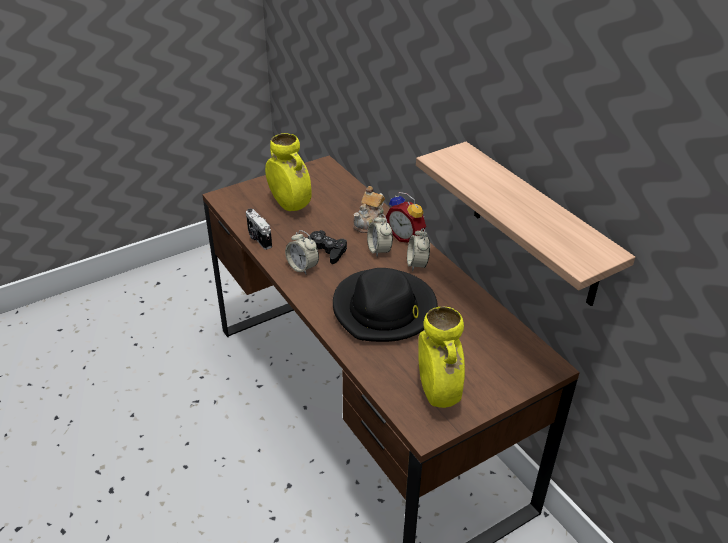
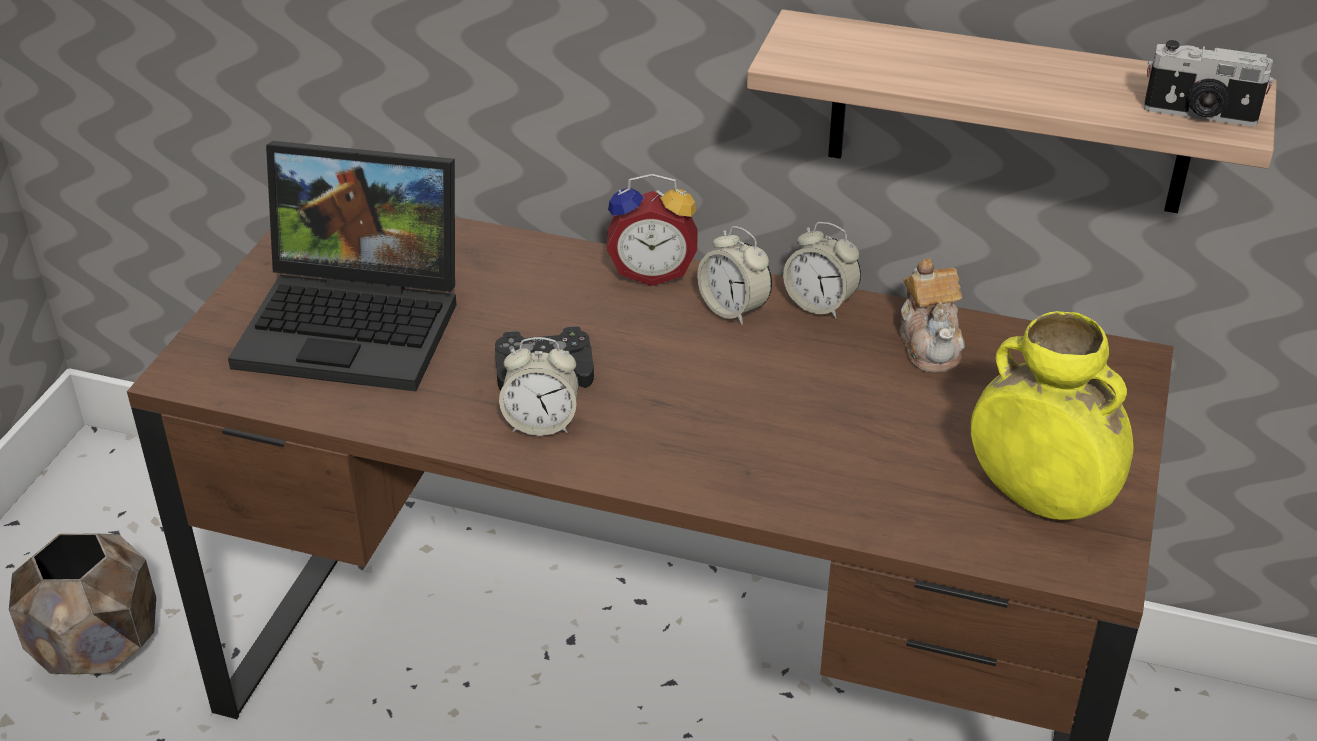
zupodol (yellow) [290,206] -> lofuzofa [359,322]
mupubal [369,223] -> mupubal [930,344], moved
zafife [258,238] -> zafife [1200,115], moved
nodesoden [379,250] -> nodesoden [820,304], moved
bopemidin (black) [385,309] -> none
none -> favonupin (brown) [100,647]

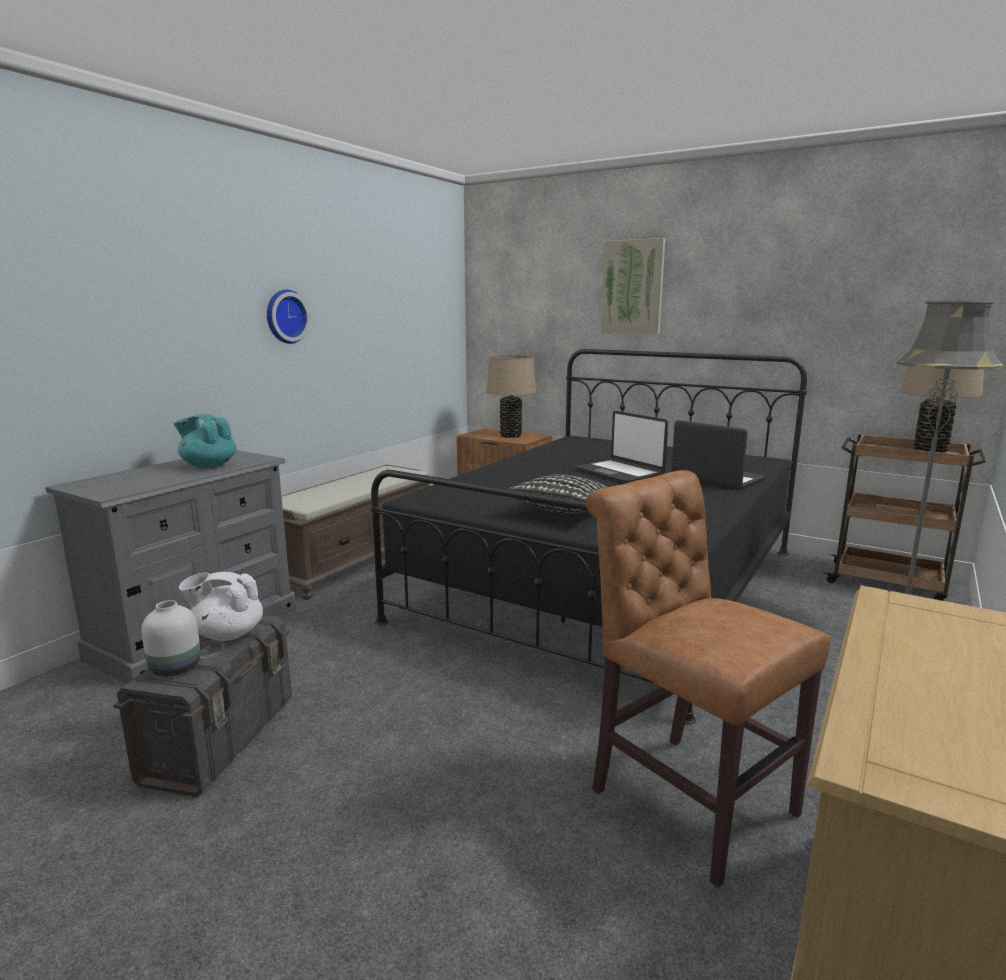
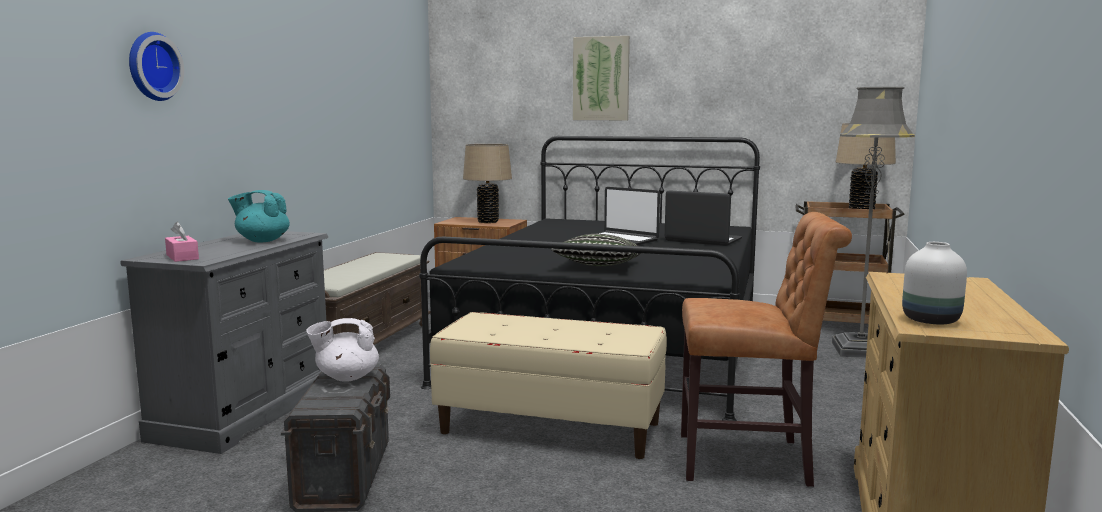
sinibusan [285,316] -> sinibusan [151,66], moved
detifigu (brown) [684,796] -> detifigu (brown) [751,461], 150 degrees clockwise
zupodol (white) [174,668] -> zupodol (white) [929,321], moved
none -> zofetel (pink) [182,257]
none -> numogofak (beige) [551,427]

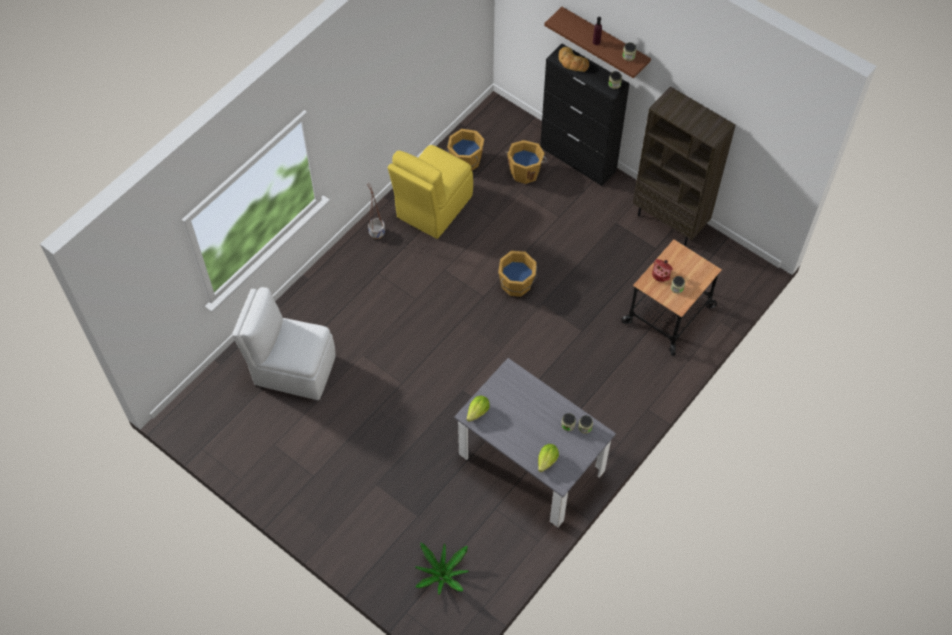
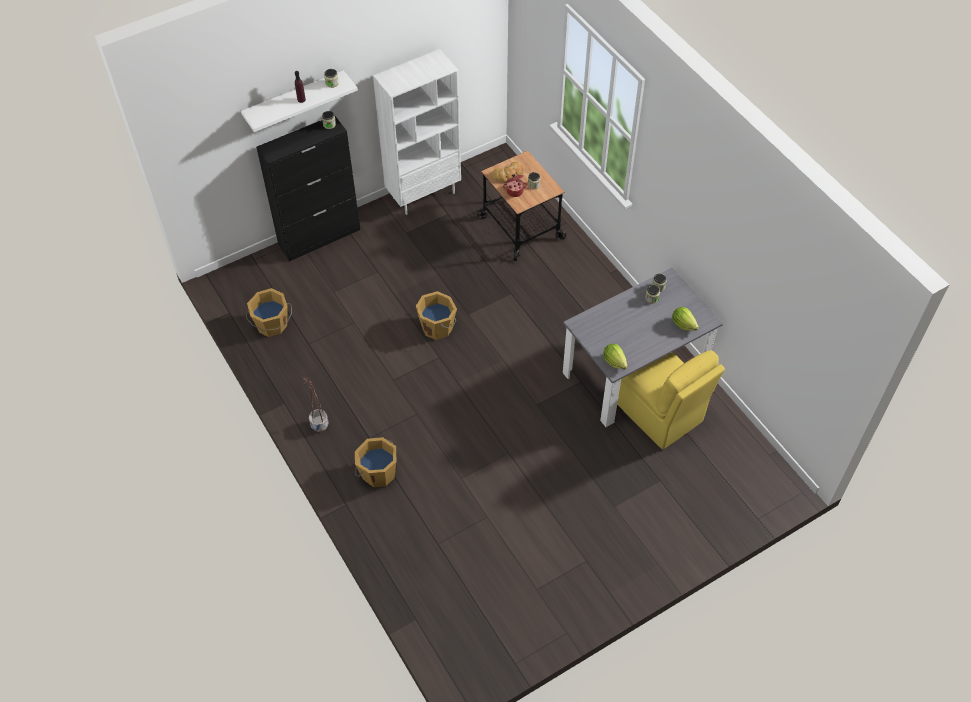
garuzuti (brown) [604,41] -> garuzuti (white) [294,101]
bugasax [572,62] -> bugasax [509,175], moved
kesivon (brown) [670,221] -> kesivon (white) [424,194]
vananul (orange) [525,171] -> vananul (orange) [378,472], moved
detifigu (yellow) [433,208] -> detifigu (yellow) [660,413], moved
detifigu (white) [292,369] -> none
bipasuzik [442,574] -> none

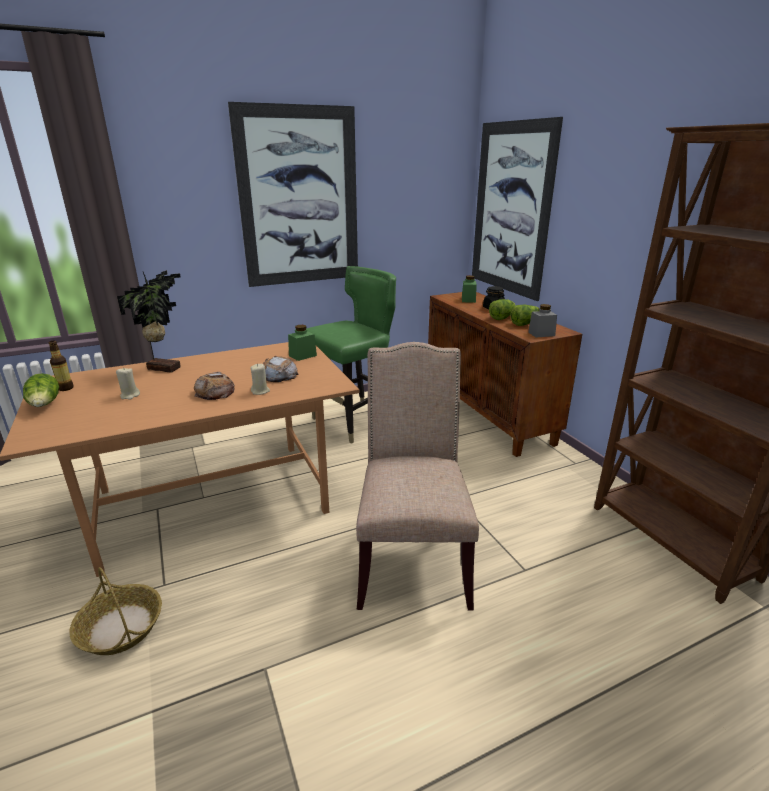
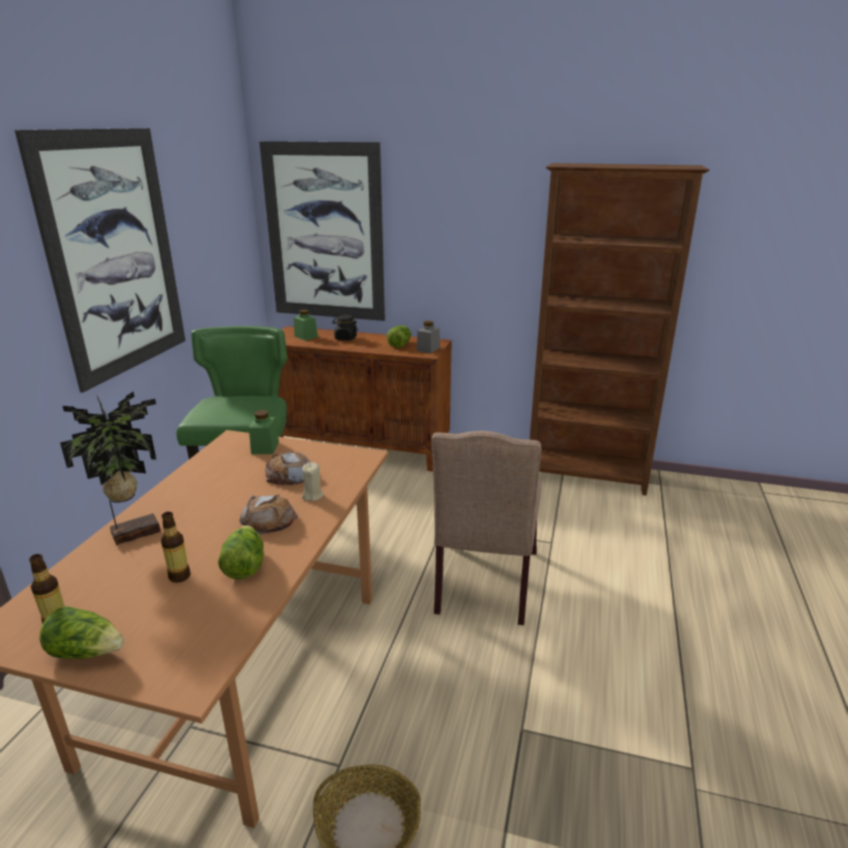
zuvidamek [502,317] -> zuvidamek [244,565], moved
detifigu (beige) [411,558] -> detifigu (beige) [483,585], 120 degrees counterclockwise
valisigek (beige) [130,395] -> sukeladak [179,576]

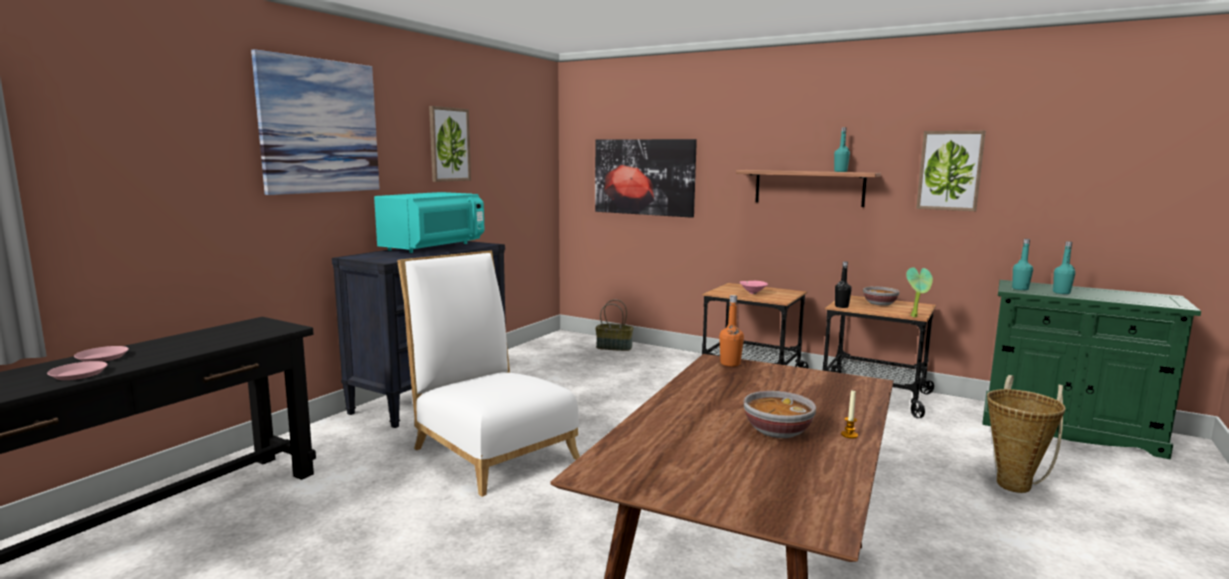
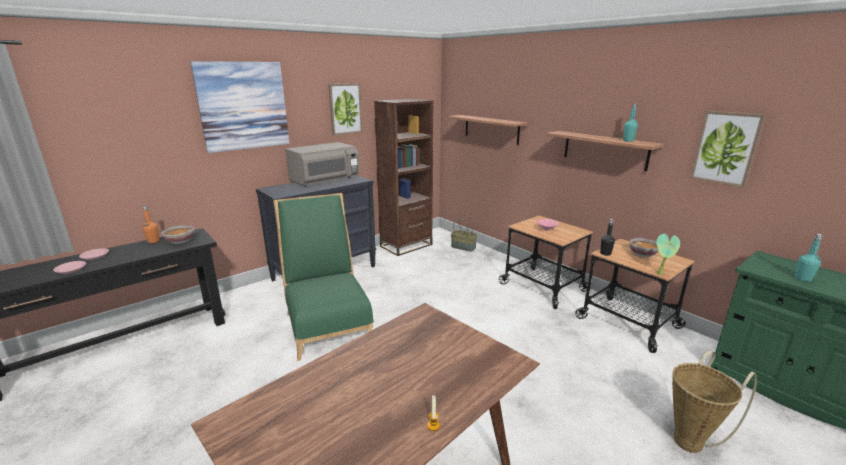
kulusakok [644,177] -> garuzuti [491,129]
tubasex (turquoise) [433,247] -> tubasex (grey) [325,181]
sukeladak (turquoise) [1020,289] -> none
detifigu (white) [490,449] -> detifigu (green) [327,323]
sukeladak (orange) [730,363] -> sukeladak (orange) [153,241], moved
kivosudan [777,431] -> kivosudan [180,241], moved
none -> kesivon (brown) [406,245]

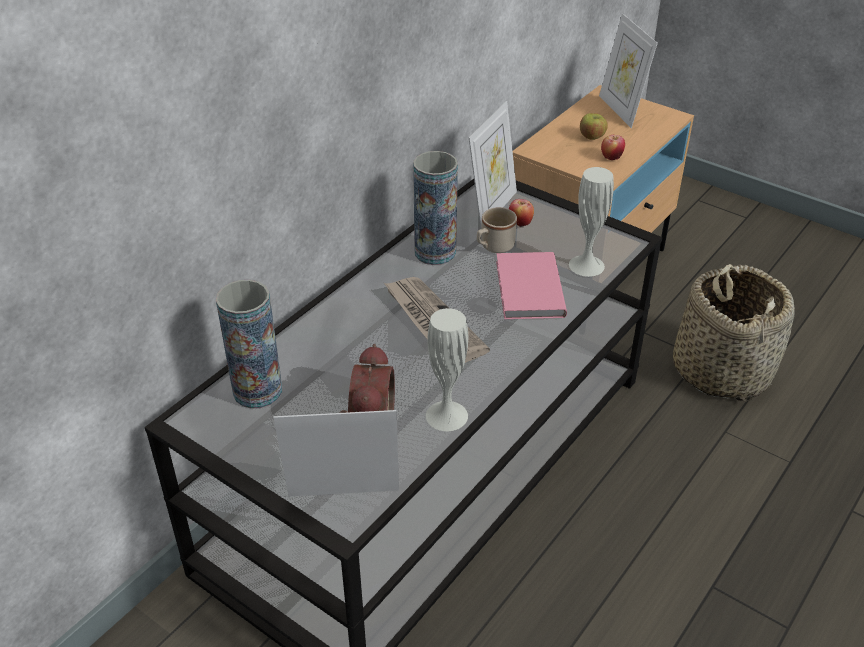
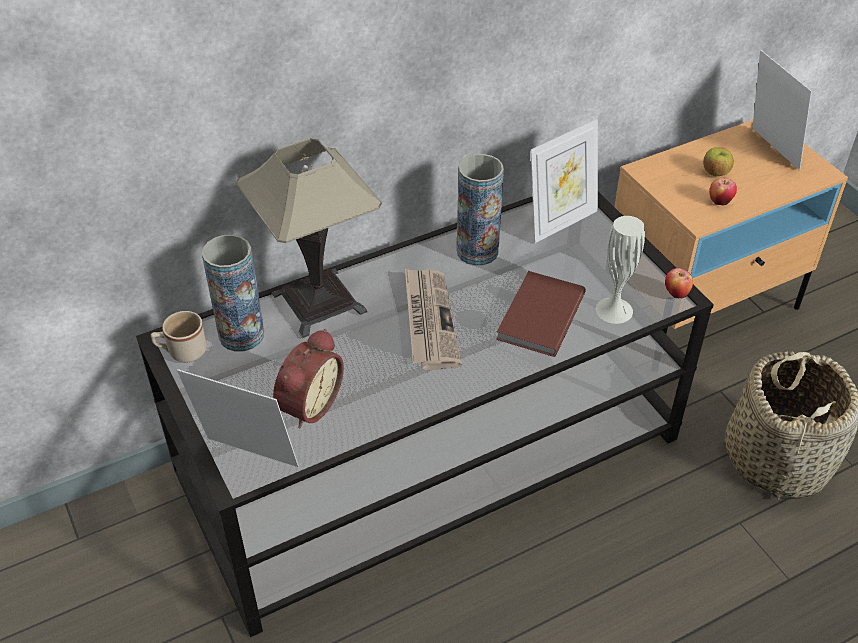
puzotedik [621,110] -> puzotedik [769,150], 150 degrees clockwise
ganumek [520,223] -> ganumek [676,294], moved
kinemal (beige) [493,247] -> kinemal (beige) [182,352], moved
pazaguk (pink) [527,289] -> pazaguk (brown) [538,316]
zupodol (white) [446,415] -> none
none -> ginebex [319,302]

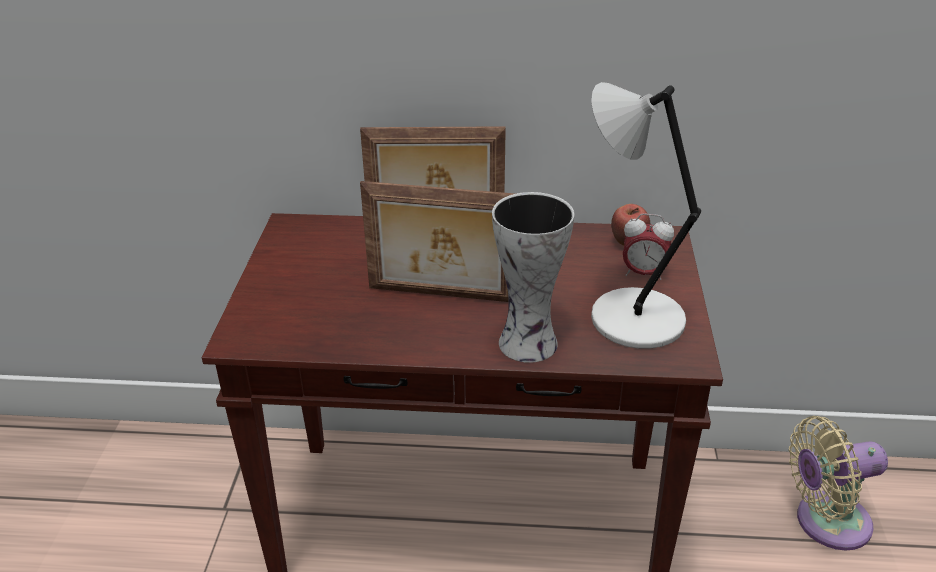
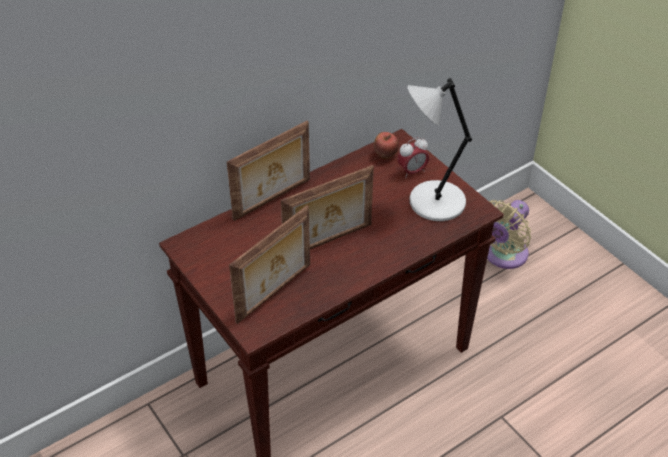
zupodol [527,345] -> none
none -> puzotedik [275,294]

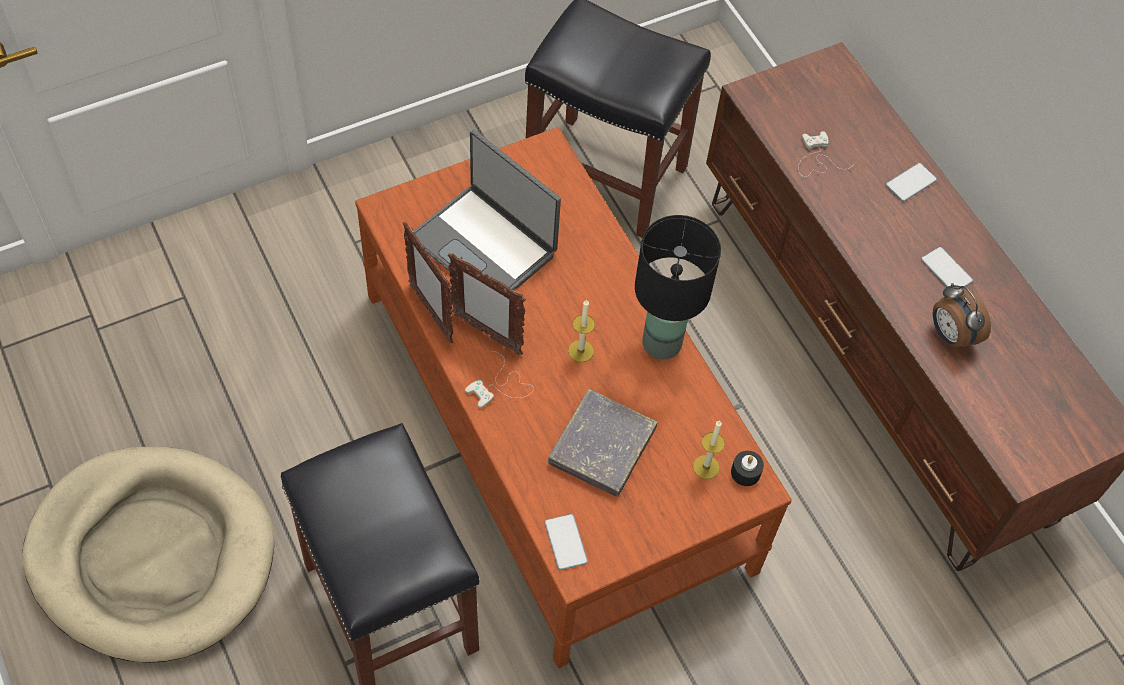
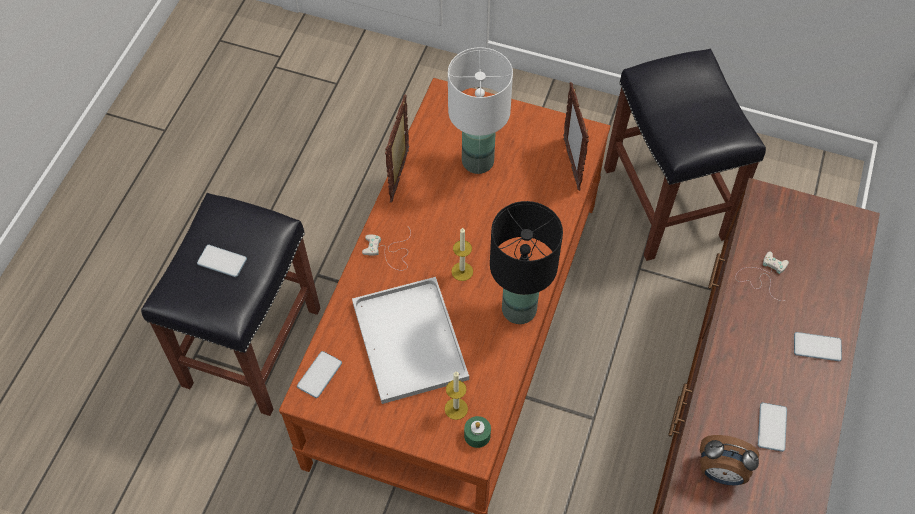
lofuzofa [485,245] -> ginebex (white) [478,162]
puzotedik [486,333] -> puzotedik [571,163], moved
nodesoden [950,335] -> nodesoden [721,472], 90 degrees counterclockwise
pazaguk (grey) [602,446] -> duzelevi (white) [407,338]
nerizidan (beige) [153,555] -> none
valisigek (black) [745,472] -> valisigek (green) [477,435]
none -> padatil [222,261]

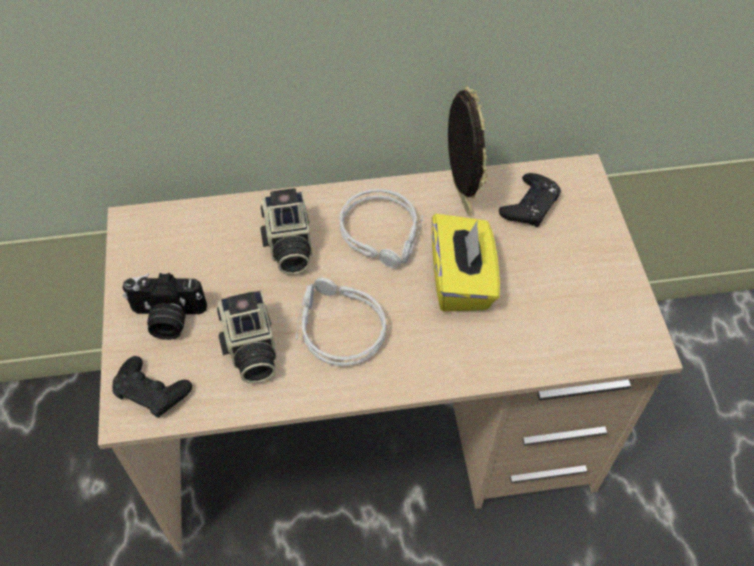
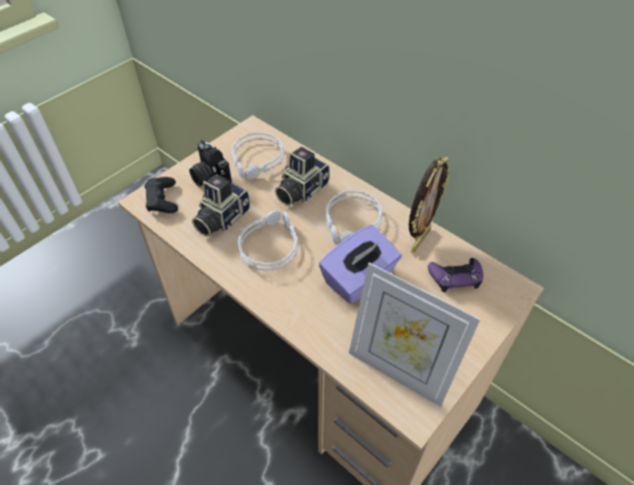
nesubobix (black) [529,205] -> nesubobix (purple) [455,277]
zofetel (yellow) [461,281] -> zofetel (purple) [359,279]
none -> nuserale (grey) [258,161]
none -> puzotedik [398,370]

